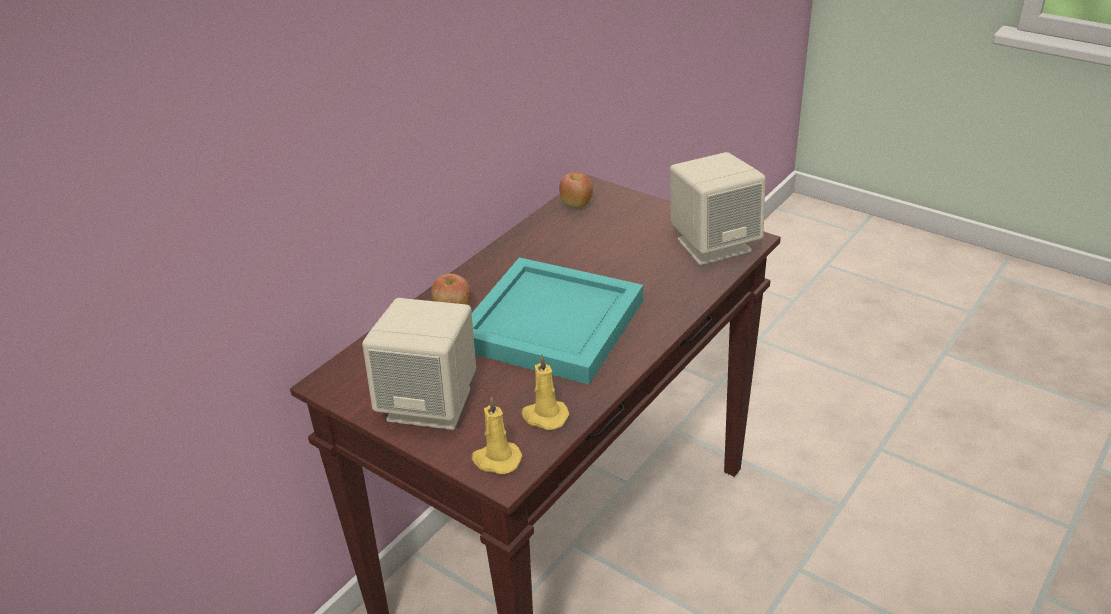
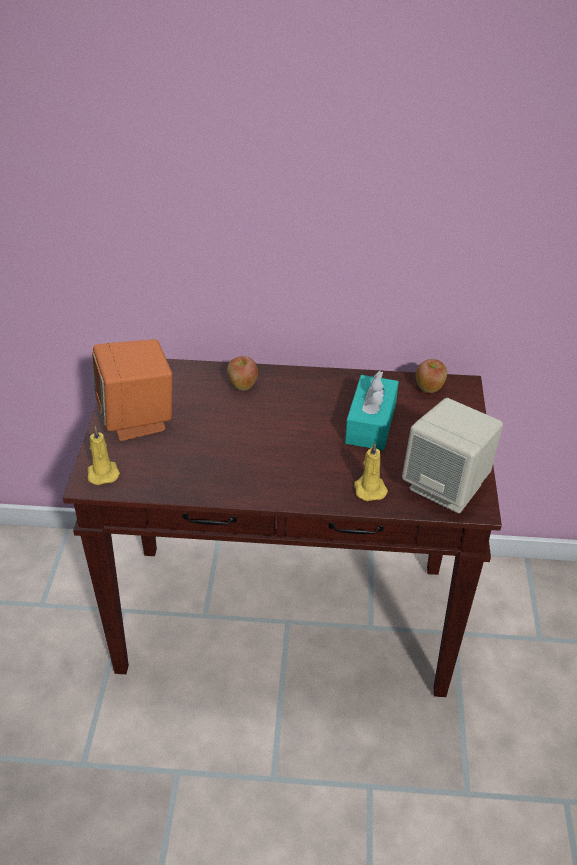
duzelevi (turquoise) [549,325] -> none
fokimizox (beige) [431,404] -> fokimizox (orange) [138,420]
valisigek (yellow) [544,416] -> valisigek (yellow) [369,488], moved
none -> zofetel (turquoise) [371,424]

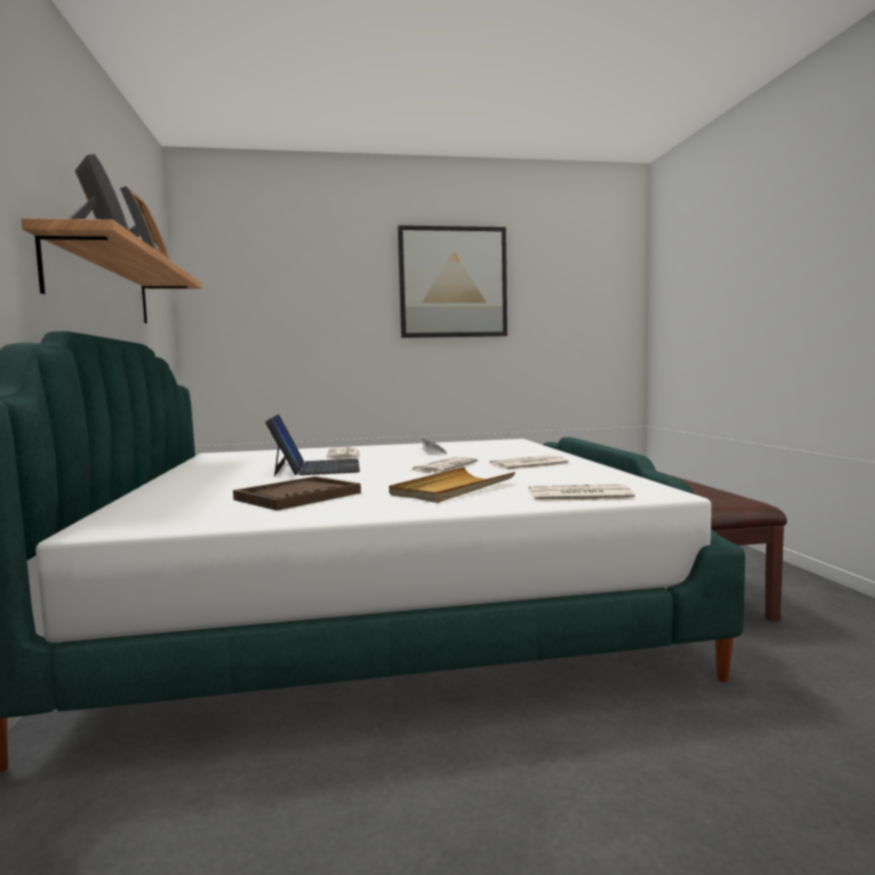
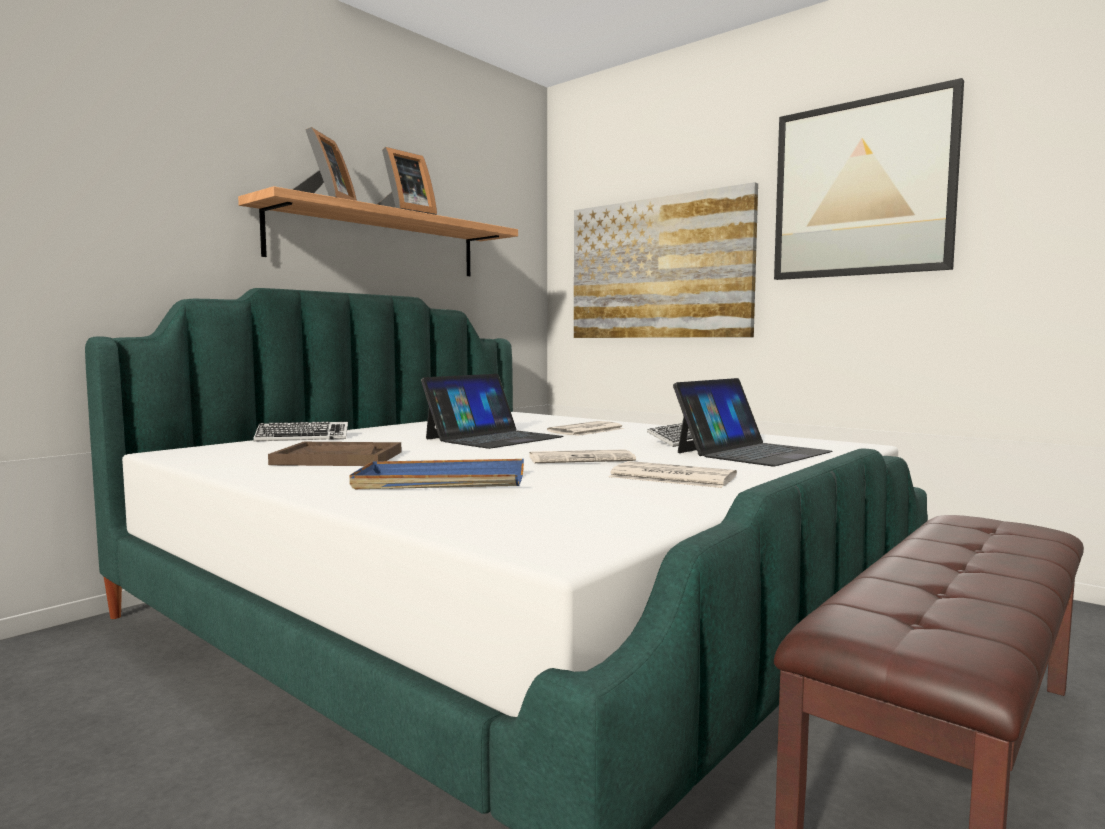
duzelevi (beige) [452,489] -> duzelevi (blue) [440,481]
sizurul [578,495] -> none
none -> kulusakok [658,268]
none -> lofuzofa [752,452]
none -> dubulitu [302,438]

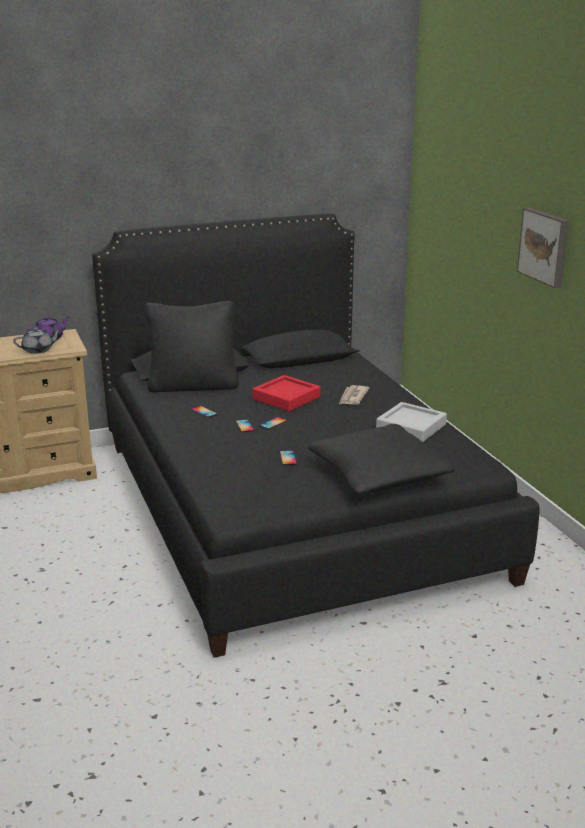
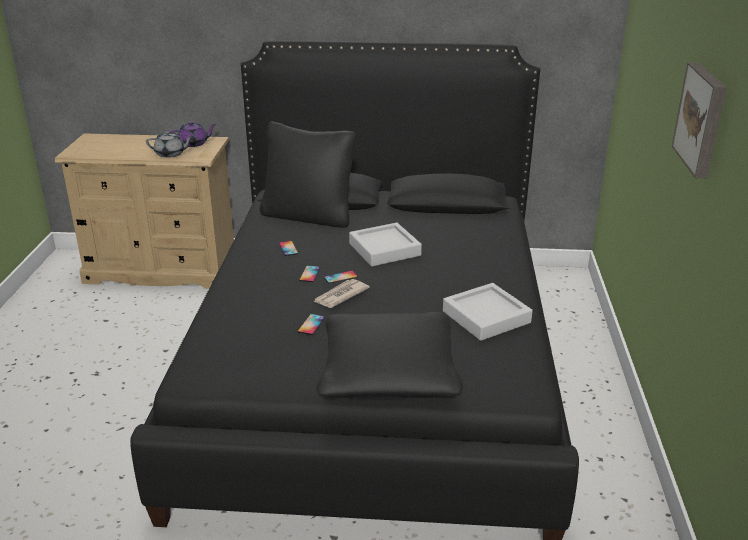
duzelevi (red) [286,398] -> duzelevi (grey) [384,249]
sizurul [352,397] -> sizurul [340,296], moved

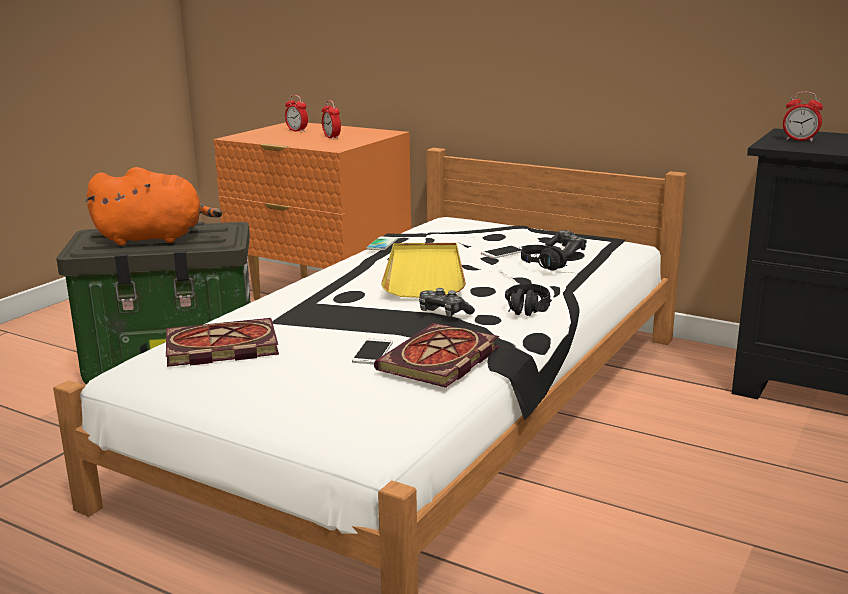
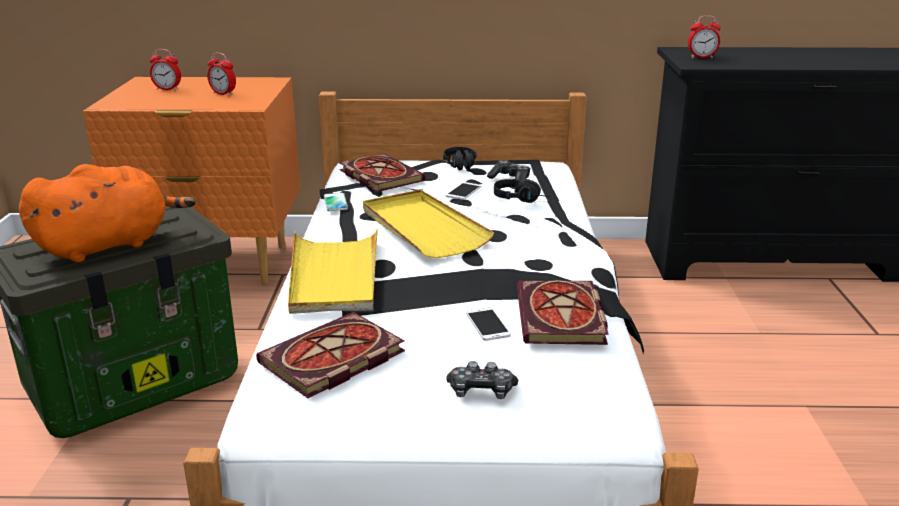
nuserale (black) [525,311] -> nuserale (black) [461,167], moved
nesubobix [443,313] -> nesubobix [481,391], moved
none -> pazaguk [378,176]
none -> duzelevi (yellow) [334,276]

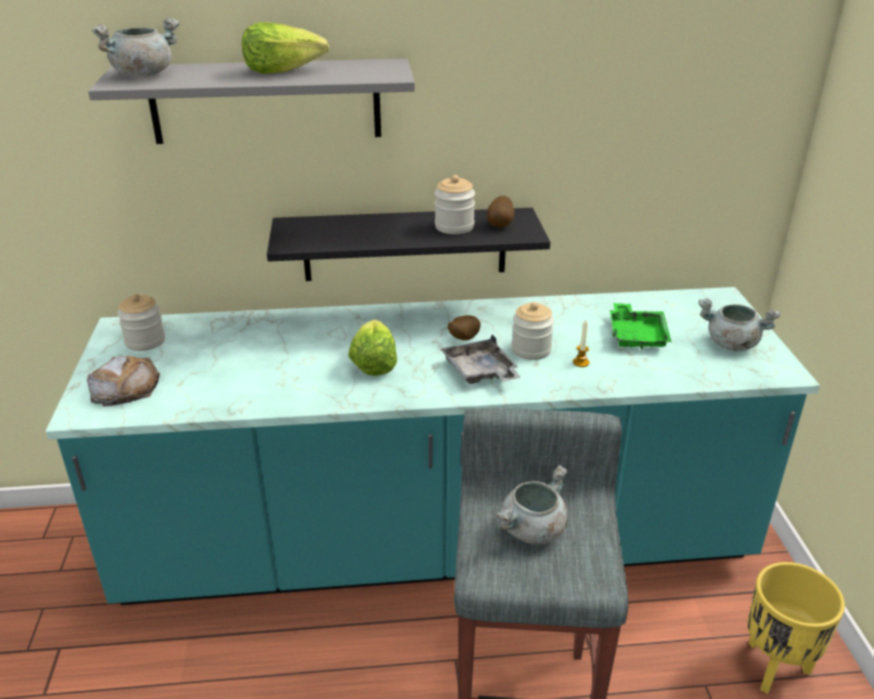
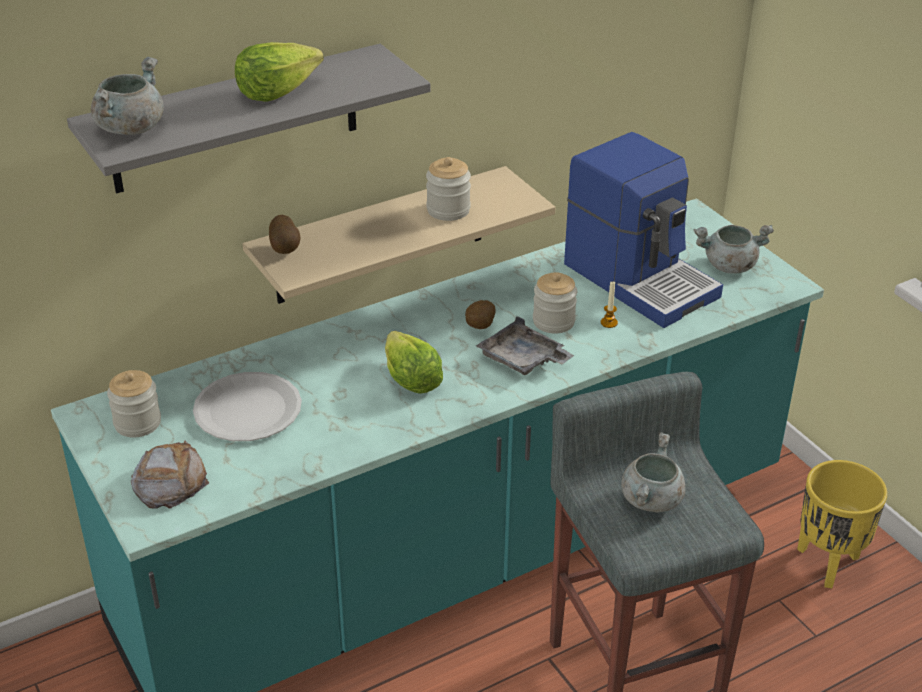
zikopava [500,225] -> zikopava [285,249], moved
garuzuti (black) [405,244] -> garuzuti (beige) [380,236]
duzelevi (green) [636,336] -> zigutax [641,279]
none -> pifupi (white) [248,409]

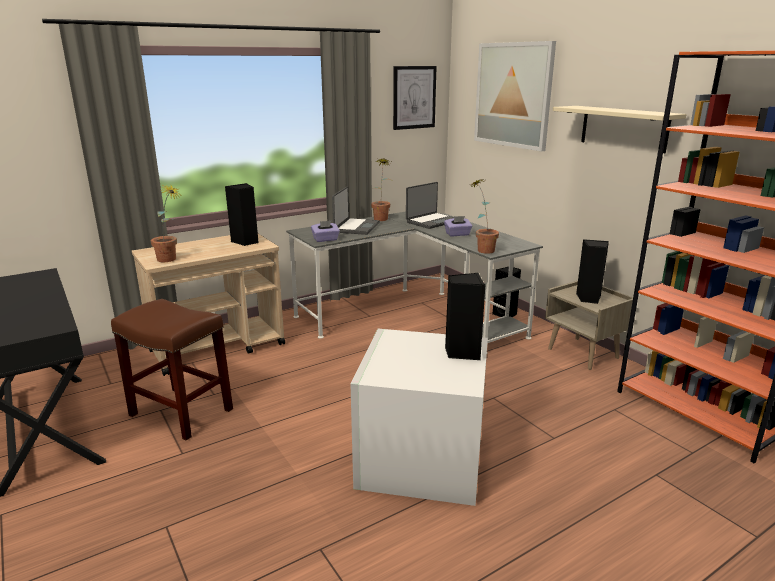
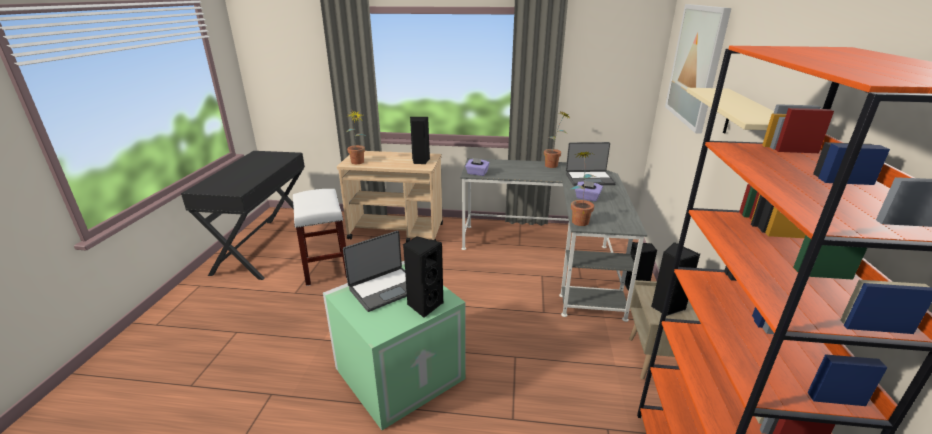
kulusakok [414,97] -> none
lofuzofa [356,227] -> lofuzofa [385,289], moved
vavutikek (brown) [182,412] -> vavutikek (white) [327,267]
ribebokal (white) [420,457] -> ribebokal (green) [400,371]

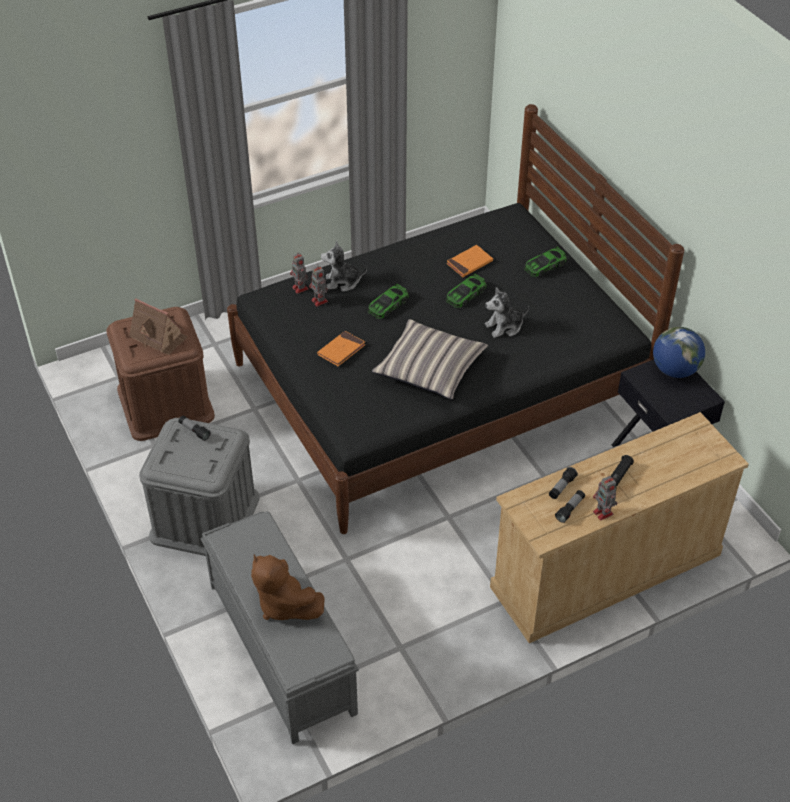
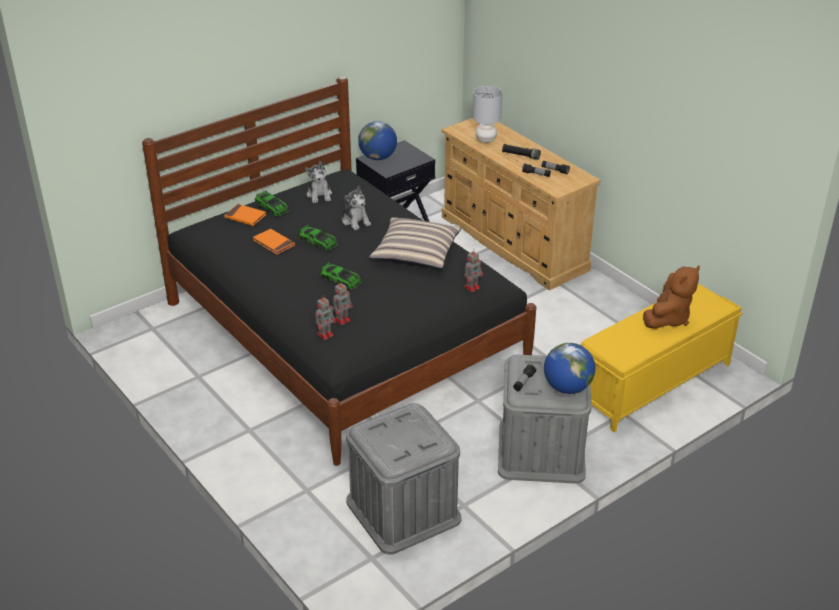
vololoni [342,282] -> vololoni [319,195], moved
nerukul [159,337] -> none
ribebokal (brown) [165,403] -> ribebokal (grey) [403,510]
pazaguk (orange) [341,350] -> pazaguk (orange) [245,217], moved
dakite [603,513] -> dakite [472,287], moved
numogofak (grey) [280,647] -> numogofak (yellow) [652,383]
none -> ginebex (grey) [486,139]
none -> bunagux [567,387]

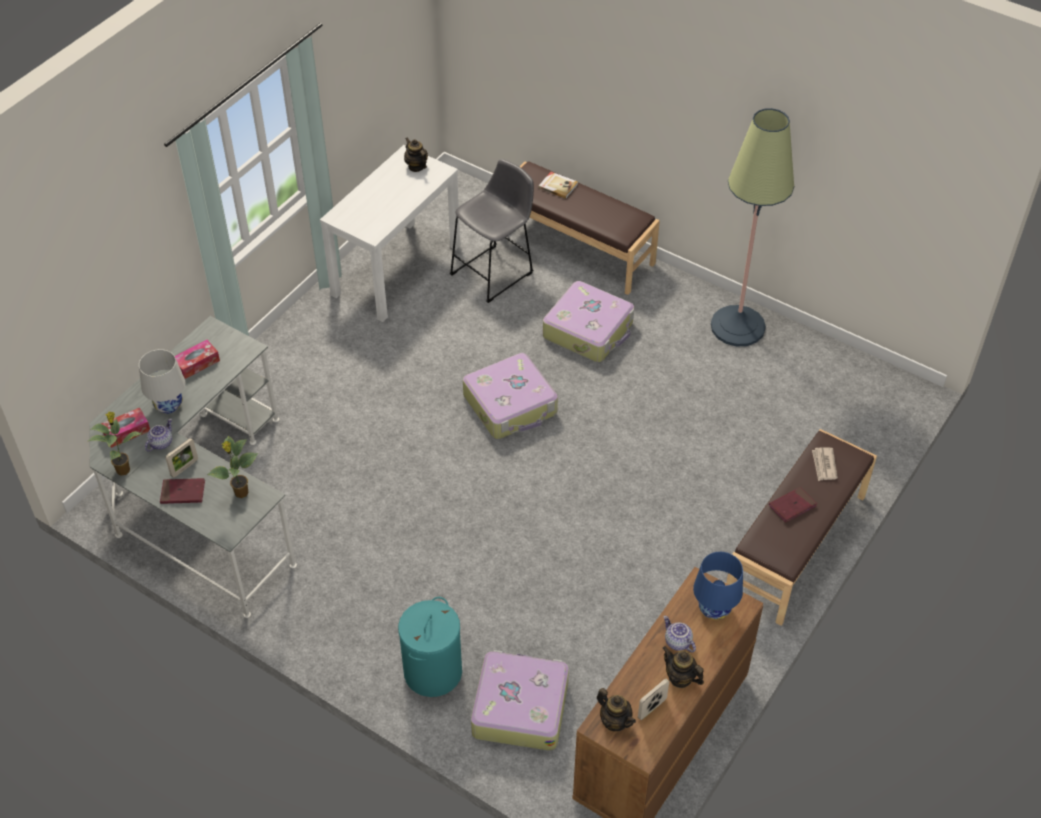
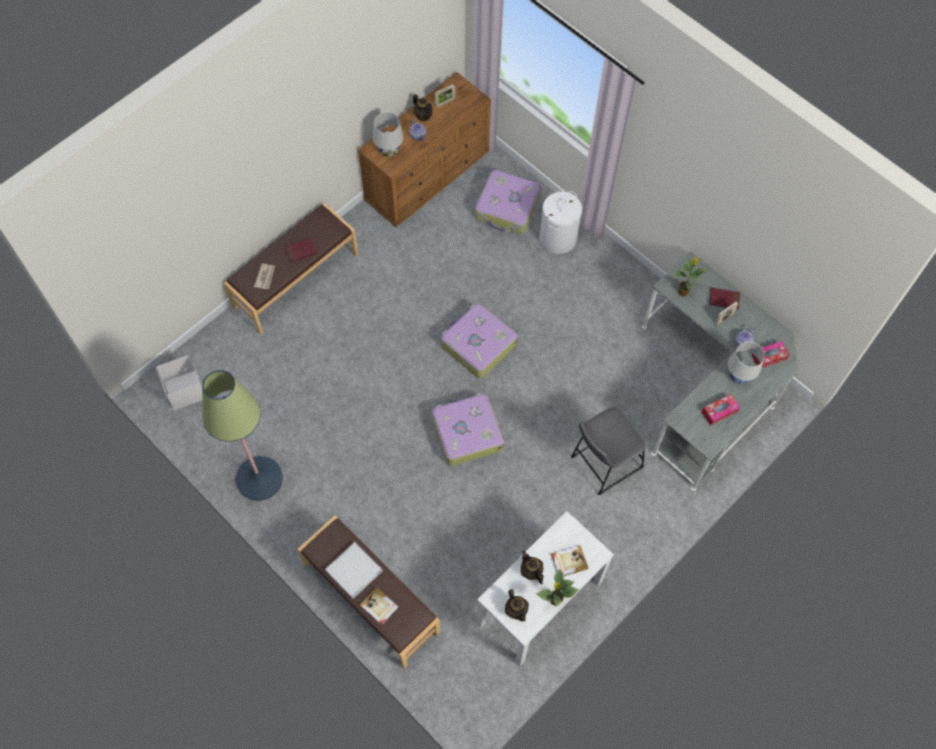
vavutikek (grey) [495,272] -> vavutikek (grey) [603,464], moved
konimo [589,330] -> konimo [477,345], moved
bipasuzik [124,469] -> bipasuzik [555,601], moved
ginebex (blue) [714,609] -> ginebex (white) [389,150]
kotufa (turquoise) [433,671] -> kotufa (white) [557,238]
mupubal [615,721] -> mupubal [531,572], moved
none -> ribebokal (white) [184,389]
none -> duzelevi (white) [354,571]
none -> pazaguk [569,561]

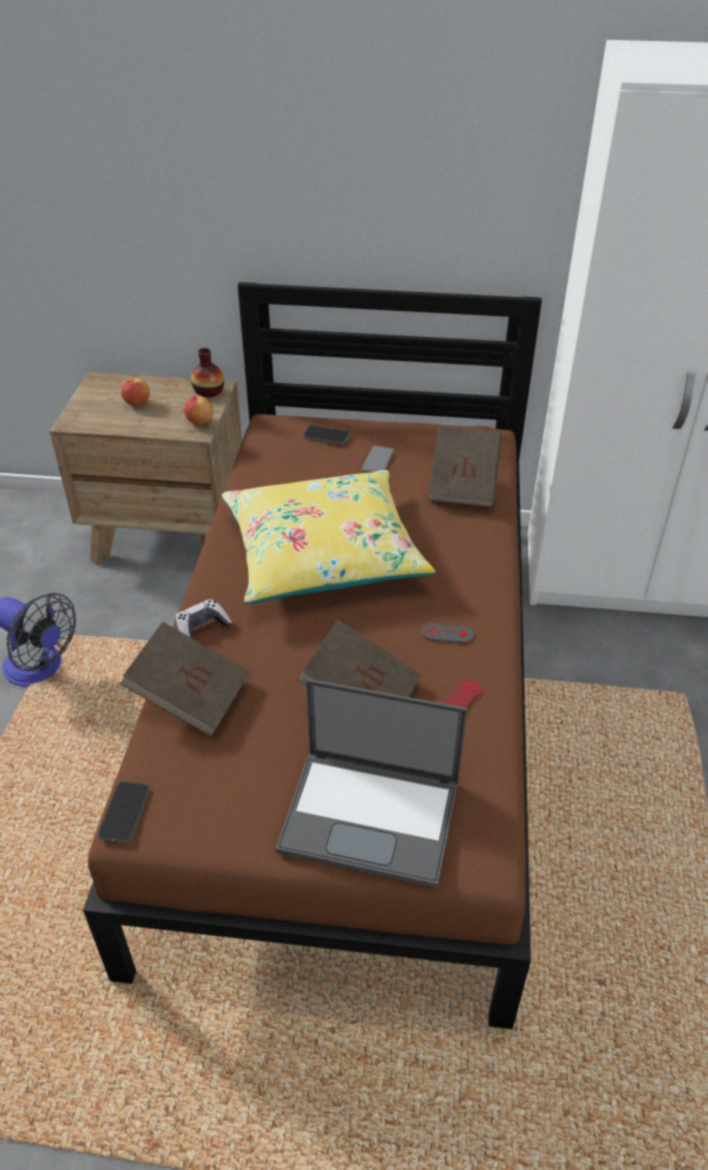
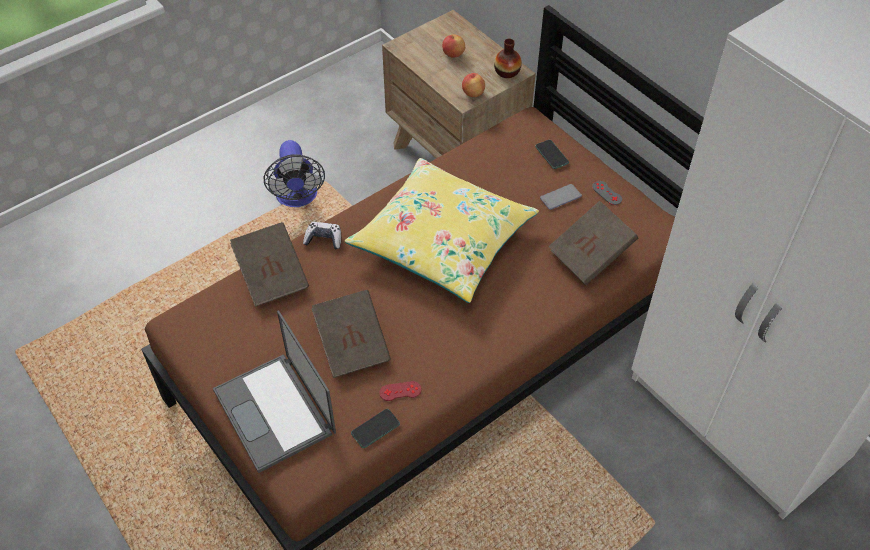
nesubobix (grey) [447,633] -> nesubobix (grey) [607,193], moved
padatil [124,812] -> padatil [375,429], moved

